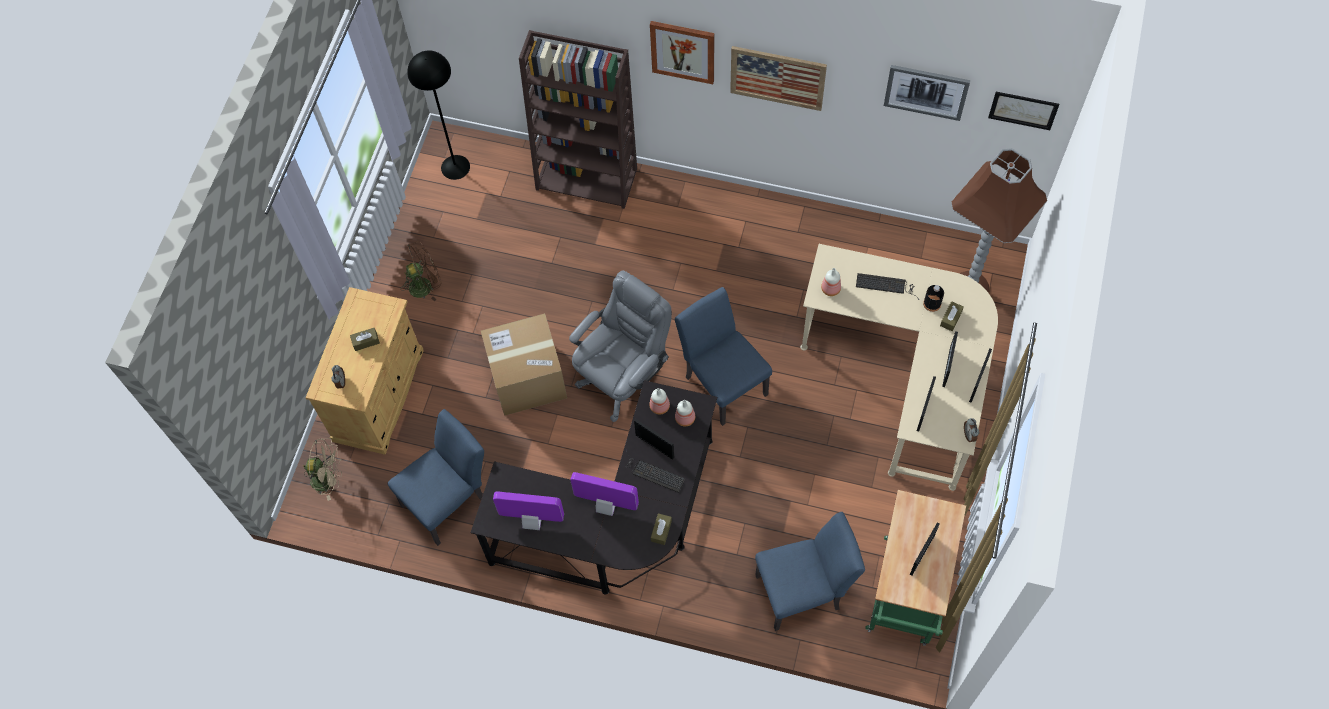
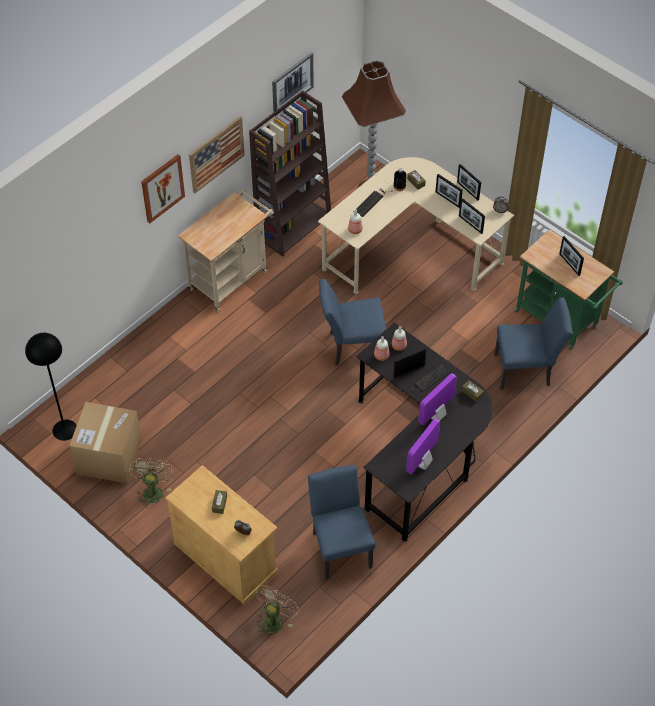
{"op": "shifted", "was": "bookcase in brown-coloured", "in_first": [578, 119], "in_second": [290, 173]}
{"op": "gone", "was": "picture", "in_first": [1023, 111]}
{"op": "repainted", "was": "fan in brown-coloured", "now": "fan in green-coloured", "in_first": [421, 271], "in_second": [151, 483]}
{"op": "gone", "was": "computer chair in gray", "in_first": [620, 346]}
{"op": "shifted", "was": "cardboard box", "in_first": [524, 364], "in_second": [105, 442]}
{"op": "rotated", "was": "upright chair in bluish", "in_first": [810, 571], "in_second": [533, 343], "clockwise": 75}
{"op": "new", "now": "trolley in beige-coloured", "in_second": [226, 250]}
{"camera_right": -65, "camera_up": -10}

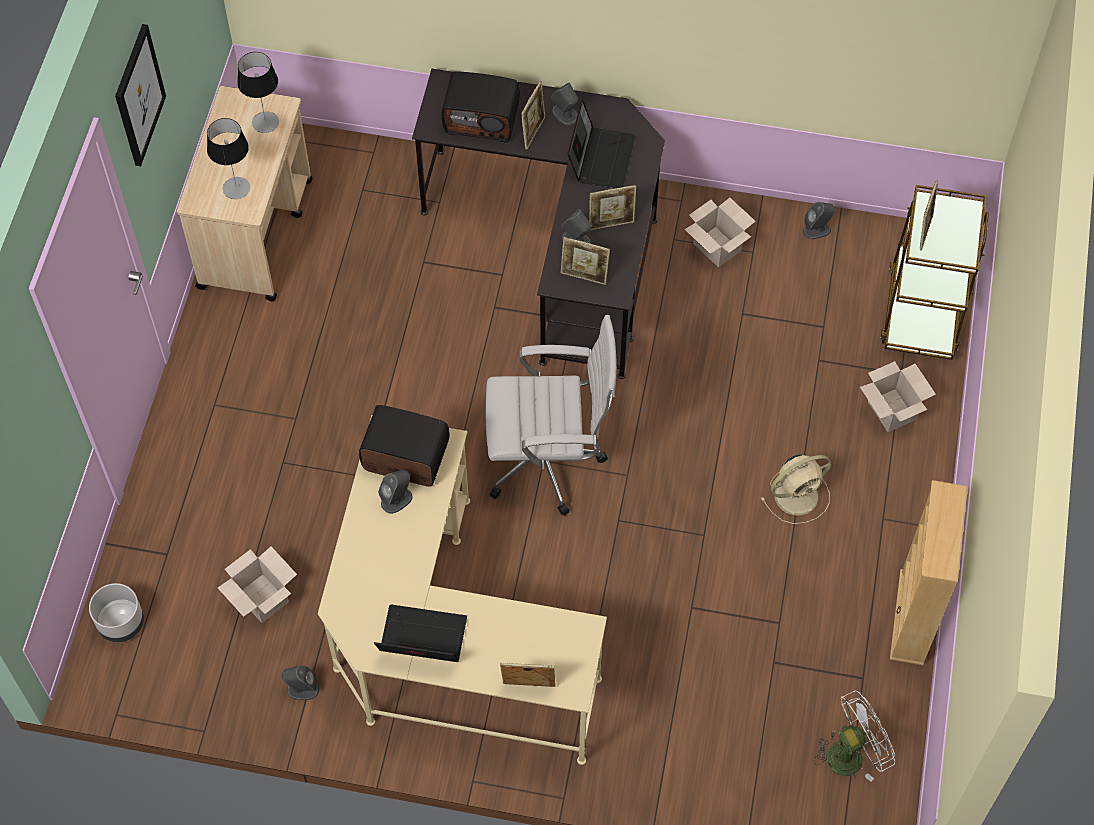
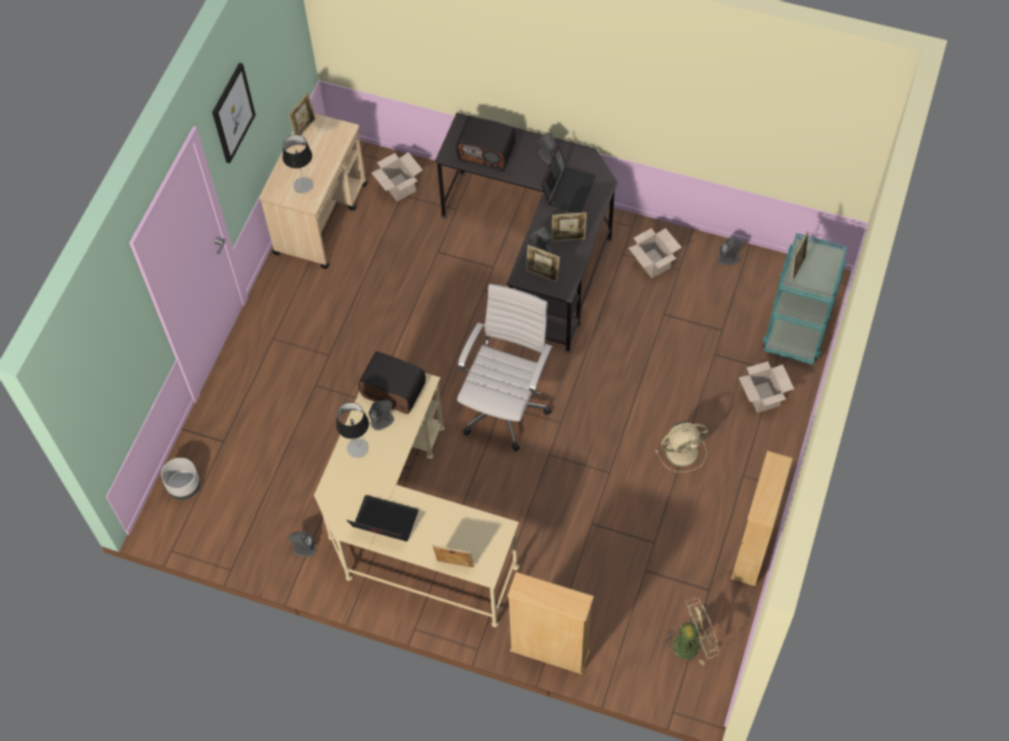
{"op": "shifted", "was": "tabletop lamp", "in_first": [258, 92], "in_second": [352, 430]}
{"op": "shifted", "was": "photo frame", "in_first": [533, 115], "in_second": [301, 113]}
{"op": "repainted", "was": "trolley in brown-coloured", "now": "trolley in turquoise", "in_first": [934, 272], "in_second": [805, 299]}
{"op": "rotated", "was": "computer chair in whitish", "in_first": [551, 415], "in_second": [505, 367], "clockwise": -75}
{"op": "shifted", "was": "cardboard box", "in_first": [257, 585], "in_second": [397, 177]}
{"op": "repainted", "was": "fan in whitish", "now": "fan in green-coloured", "in_first": [854, 736], "in_second": [691, 632]}
{"op": "new", "now": "bookcase in beige-coloured", "in_second": [550, 623]}
{"camera_right": 10, "camera_up": 0}

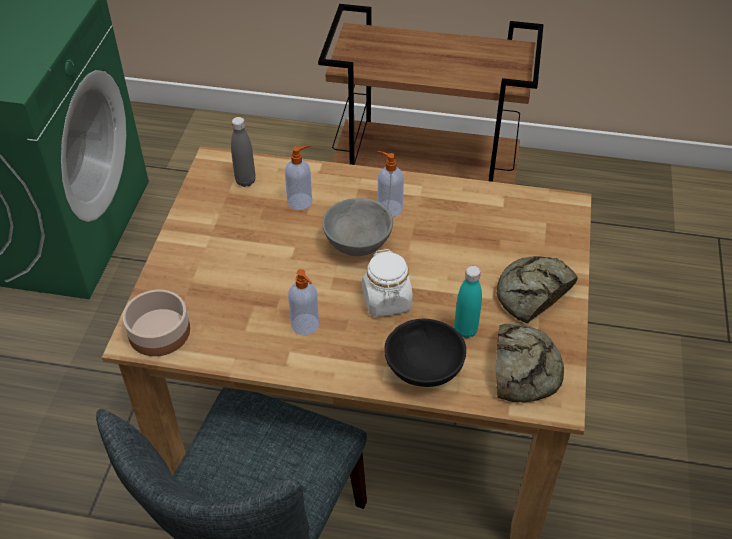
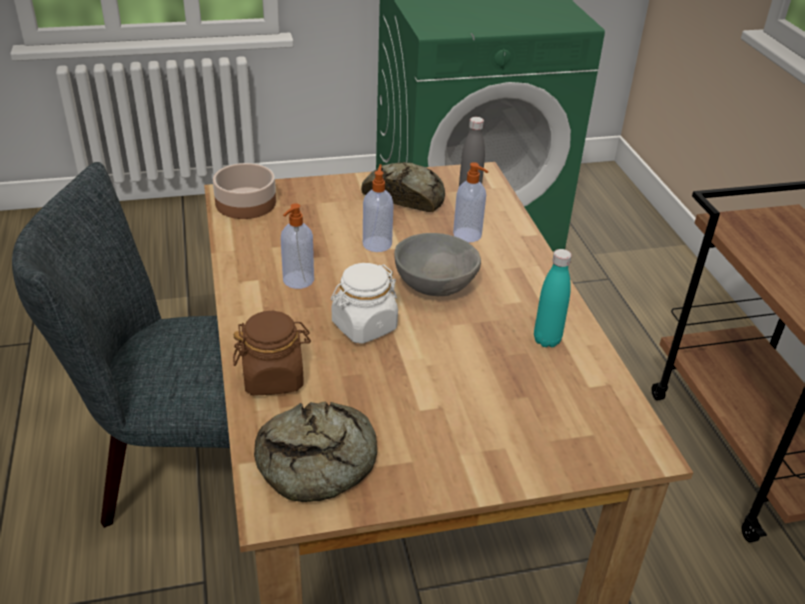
{"op": "shifted", "was": "soap dispenser", "in_first": [390, 184], "in_second": [378, 208]}
{"op": "shifted", "was": "baked bread", "in_first": [537, 289], "in_second": [403, 187]}
{"op": "shifted", "was": "bottle in turquoise", "in_first": [468, 302], "in_second": [553, 298]}
{"op": "swapped", "was": "serving bowl in blackish", "now": "jar in brown-coloured", "in_first": [425, 352], "in_second": [272, 353]}
{"camera_right": 65, "camera_up": -10}

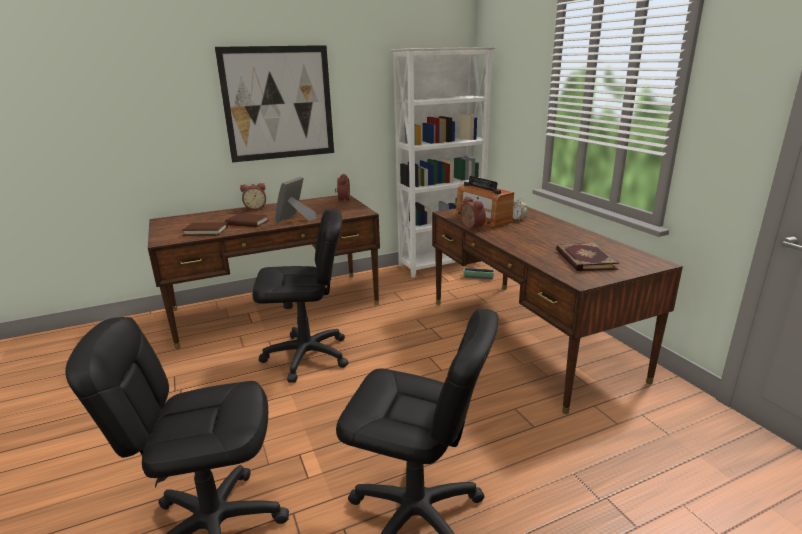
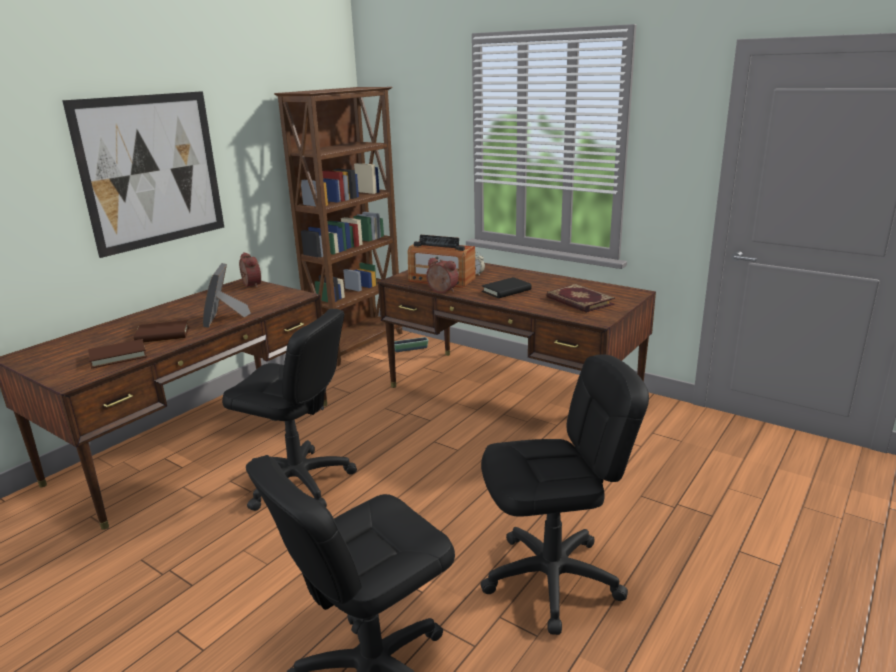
{"op": "repainted", "was": "bookcase in whitish", "now": "bookcase in brown-coloured", "in_first": [443, 162], "in_second": [338, 226]}
{"op": "gone", "was": "bedside clock", "in_first": [253, 196]}
{"op": "rotated", "was": "computer chair in blackish", "in_first": [301, 296], "in_second": [289, 410], "clockwise": 60}
{"op": "new", "now": "volume in blackish", "in_second": [507, 287]}
{"camera_right": -30, "camera_up": 0}

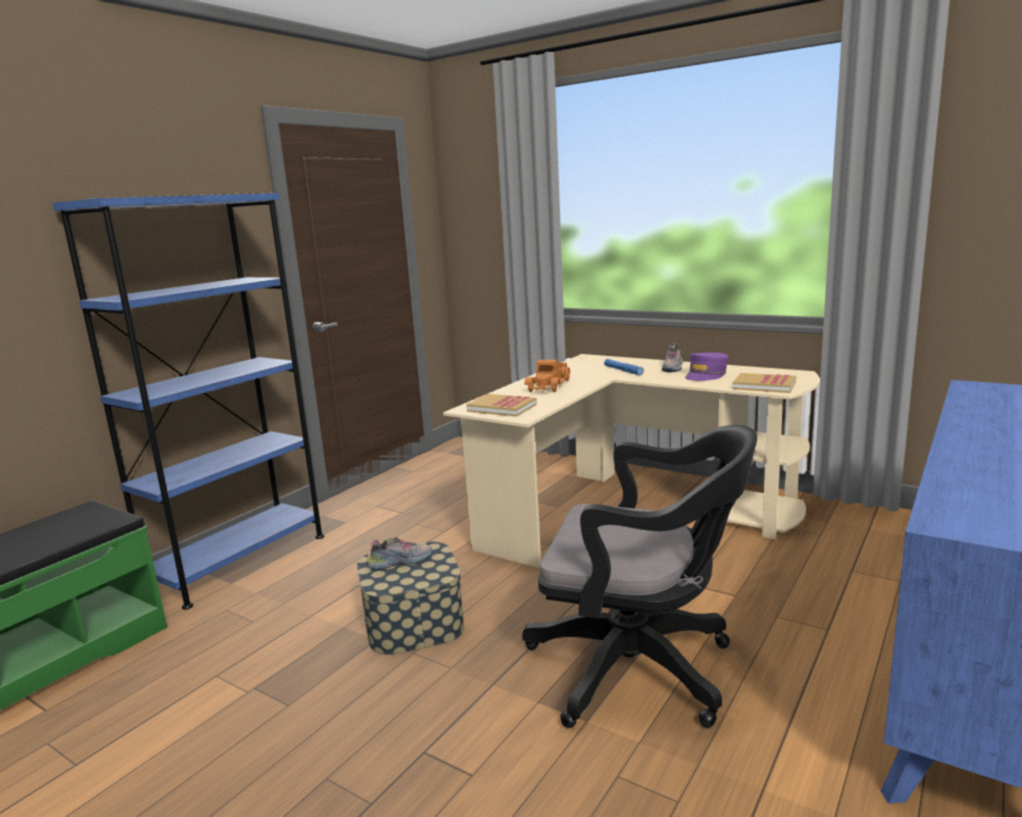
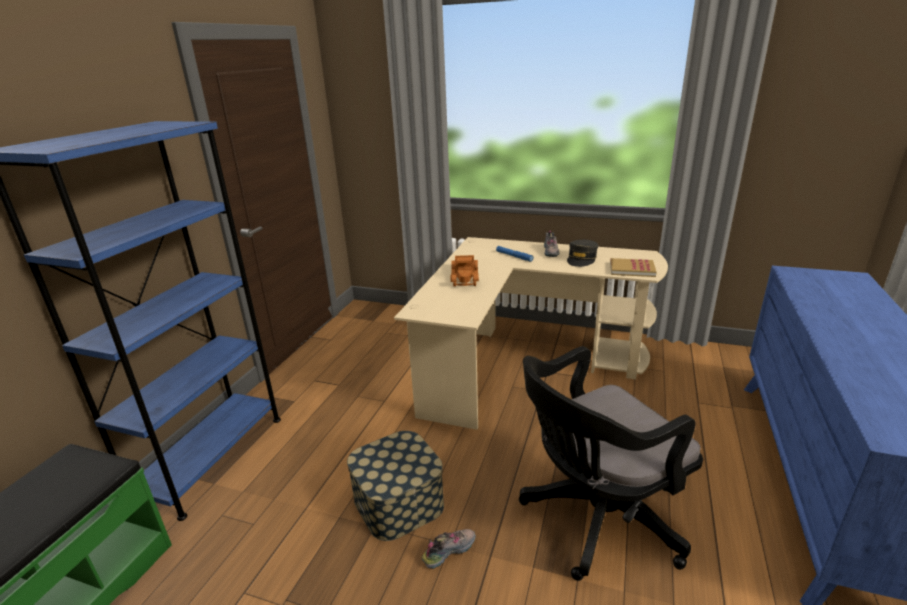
{"op": "repainted", "was": "cap in purple", "now": "cap in gray", "in_first": [706, 366], "in_second": [582, 253]}
{"op": "gone", "was": "volume", "in_first": [501, 405]}
{"op": "rotated", "was": "computer chair in blackish", "in_first": [639, 576], "in_second": [611, 463], "clockwise": 150}
{"op": "shifted", "was": "item of footwear", "in_first": [399, 553], "in_second": [449, 549]}
{"camera_right": -15, "camera_up": 10}

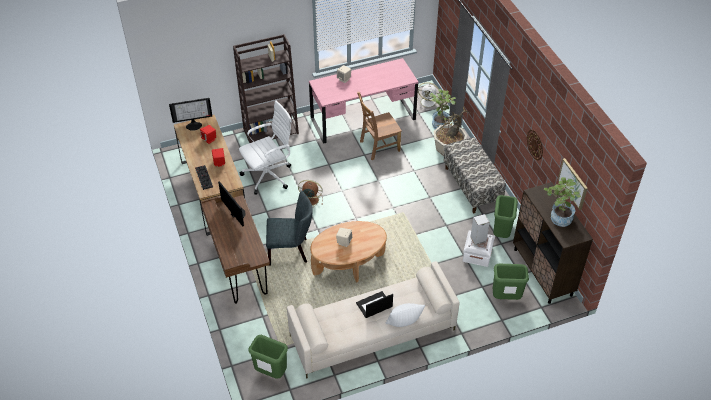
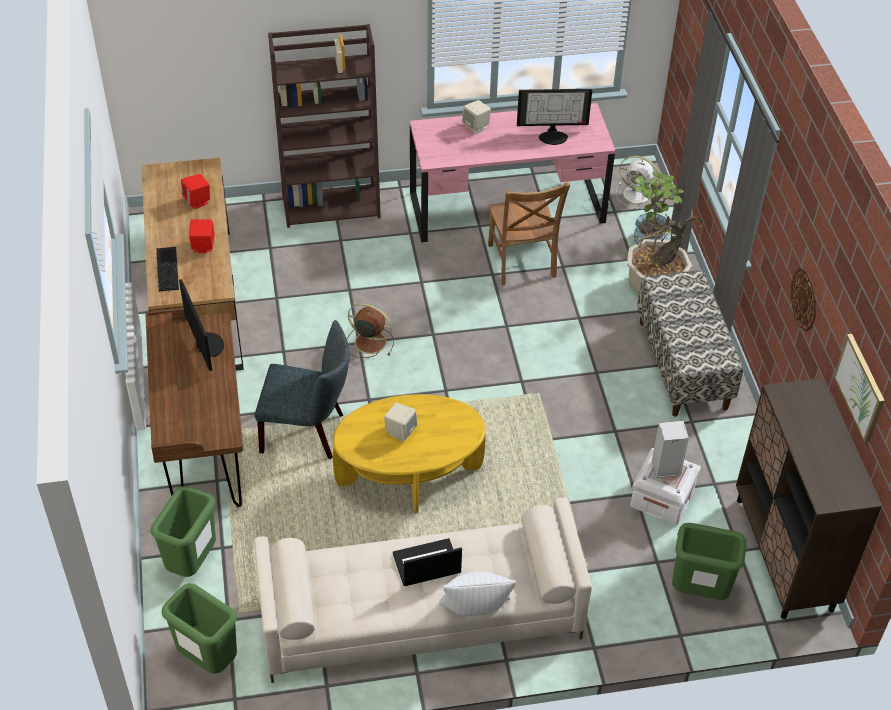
{"op": "rotated", "was": "upright chair in brown-coloured", "in_first": [379, 126], "in_second": [529, 233], "clockwise": -90}
{"op": "shifted", "was": "monitor", "in_first": [190, 114], "in_second": [554, 117]}
{"op": "gone", "was": "computer chair in whitish", "in_first": [265, 147]}
{"op": "gone", "was": "potted plant", "in_first": [562, 202]}
{"op": "shifted", "was": "rubbish bin in green-coloured", "in_first": [505, 216], "in_second": [183, 531]}
{"op": "repainted", "was": "coffee table in brown-coloured", "now": "coffee table in yellowish", "in_first": [348, 252], "in_second": [409, 453]}
{"camera_right": 10, "camera_up": 0}

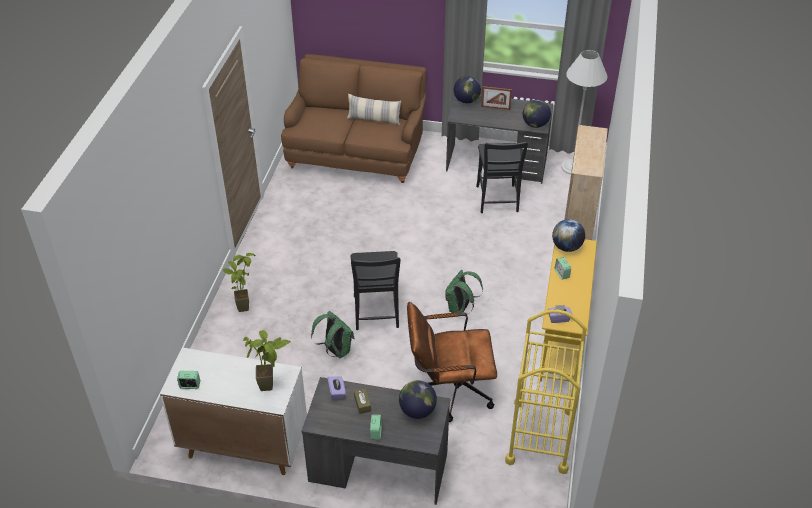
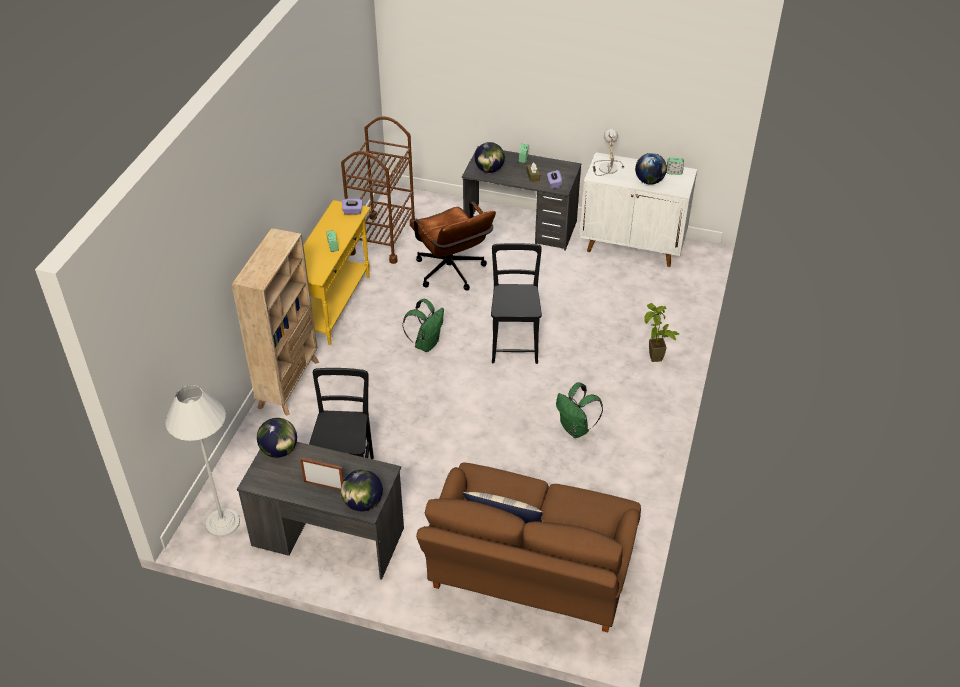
{"op": "shifted", "was": "desk globe", "in_first": [568, 235], "in_second": [651, 169]}
{"op": "rotated", "was": "computer chair in brown-coloured", "in_first": [452, 362], "in_second": [453, 246], "clockwise": 60}
{"op": "repainted", "was": "trolley in yellowish", "now": "trolley in brown-coloured", "in_first": [546, 391], "in_second": [379, 190]}
{"op": "shifted", "was": "knapsack in green-coloured", "in_first": [333, 334], "in_second": [579, 410]}
{"op": "swapped", "was": "potted plant", "now": "tabletop lamp", "in_first": [267, 360], "in_second": [608, 152]}
{"camera_right": -175, "camera_up": 0}

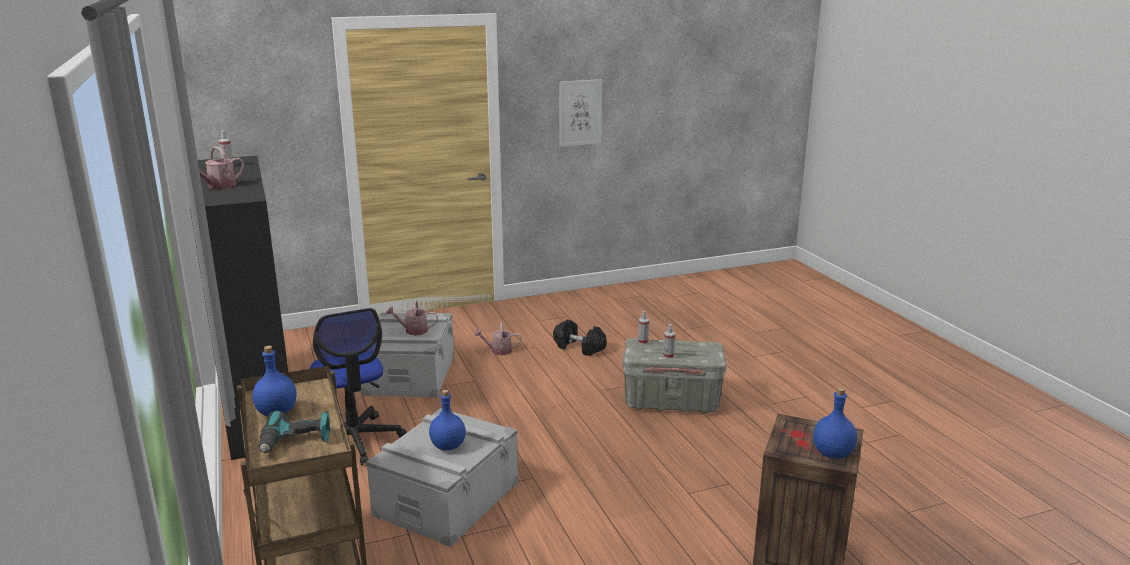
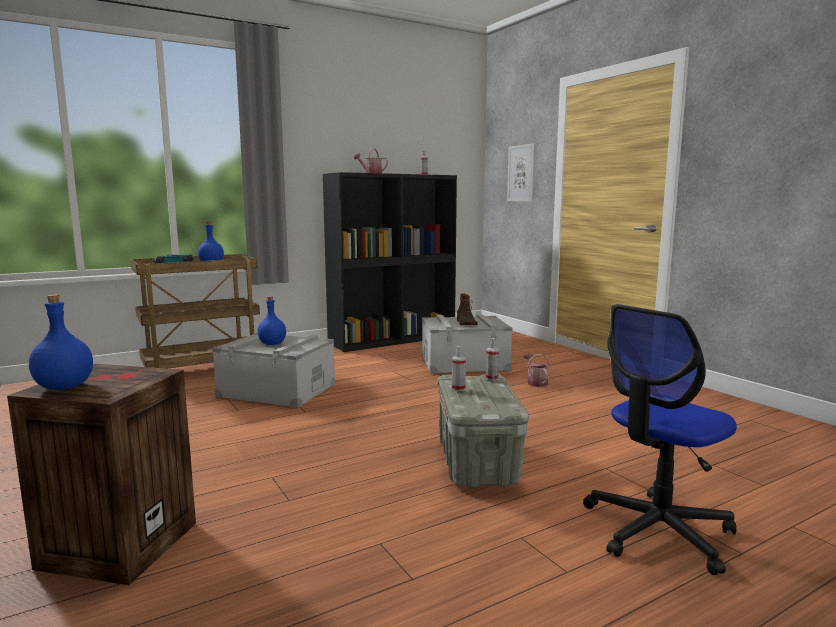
{"op": "shifted", "was": "picture", "in_first": [580, 113], "in_second": [521, 173]}
{"op": "swapped", "was": "sprinkling can", "now": "boot", "in_first": [412, 318], "in_second": [467, 309]}
{"op": "shifted", "was": "computer chair", "in_first": [358, 387], "in_second": [660, 439]}
{"op": "gone", "was": "free weight in blackish", "in_first": [580, 337]}
{"camera_right": 80, "camera_up": -10}

